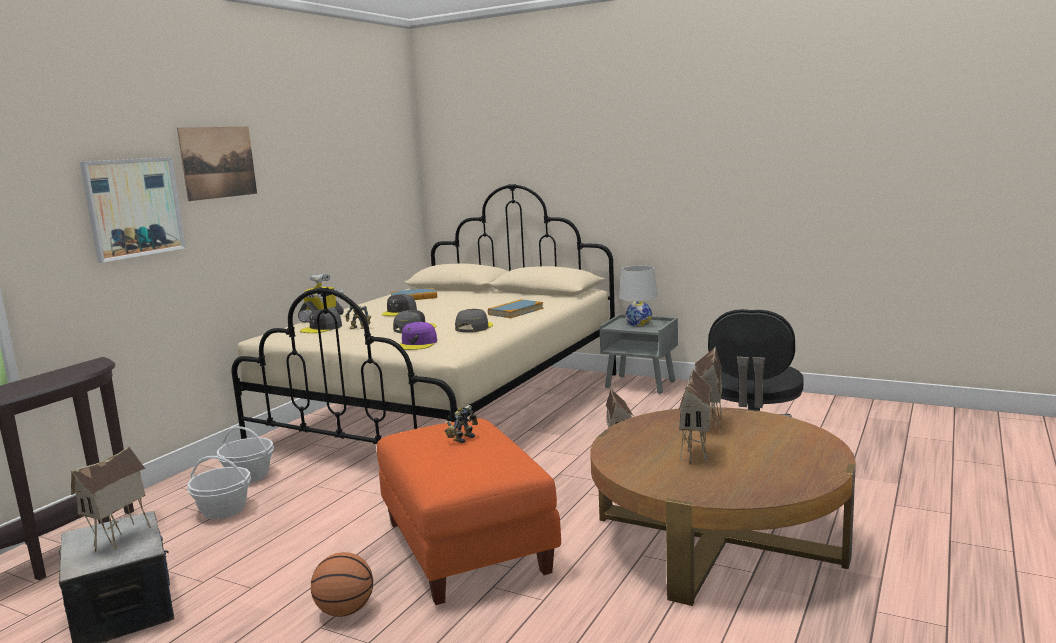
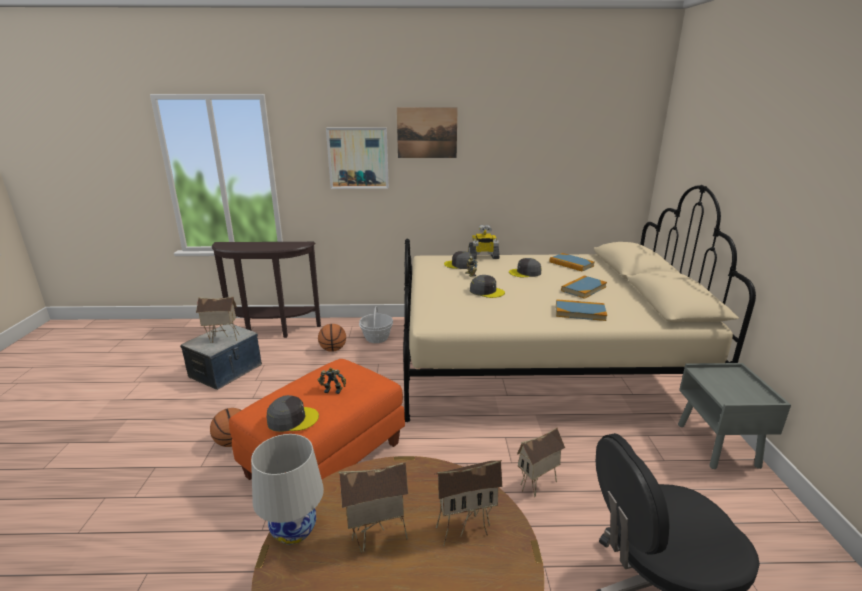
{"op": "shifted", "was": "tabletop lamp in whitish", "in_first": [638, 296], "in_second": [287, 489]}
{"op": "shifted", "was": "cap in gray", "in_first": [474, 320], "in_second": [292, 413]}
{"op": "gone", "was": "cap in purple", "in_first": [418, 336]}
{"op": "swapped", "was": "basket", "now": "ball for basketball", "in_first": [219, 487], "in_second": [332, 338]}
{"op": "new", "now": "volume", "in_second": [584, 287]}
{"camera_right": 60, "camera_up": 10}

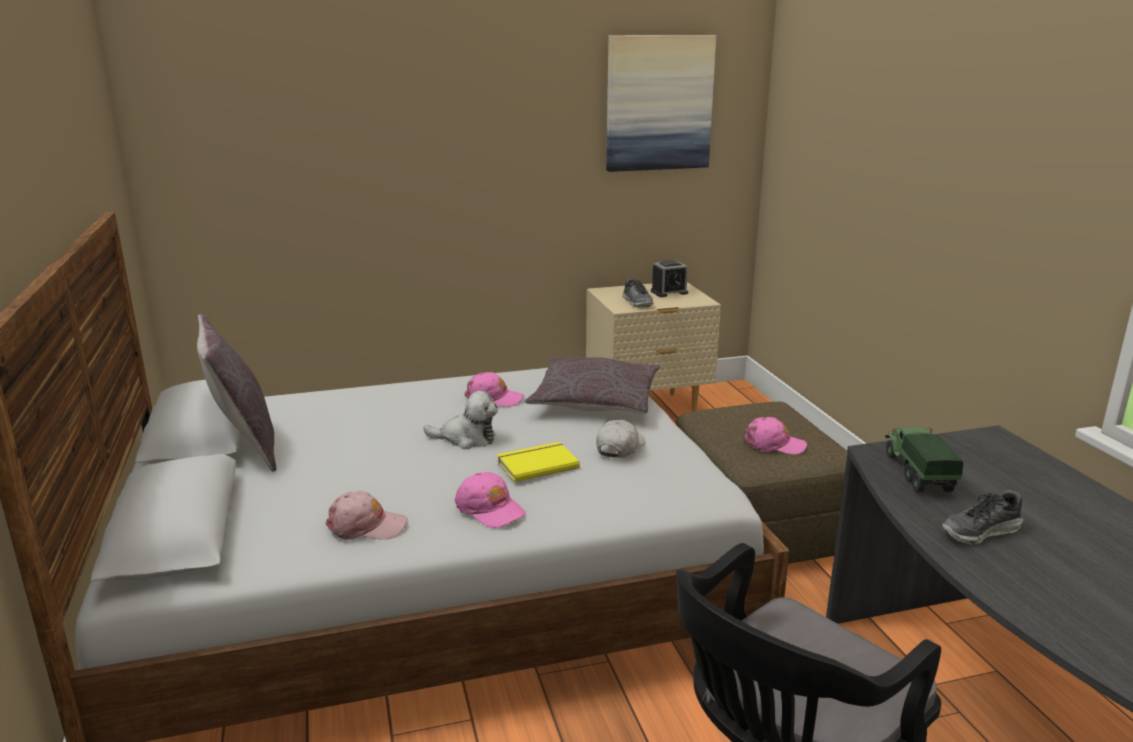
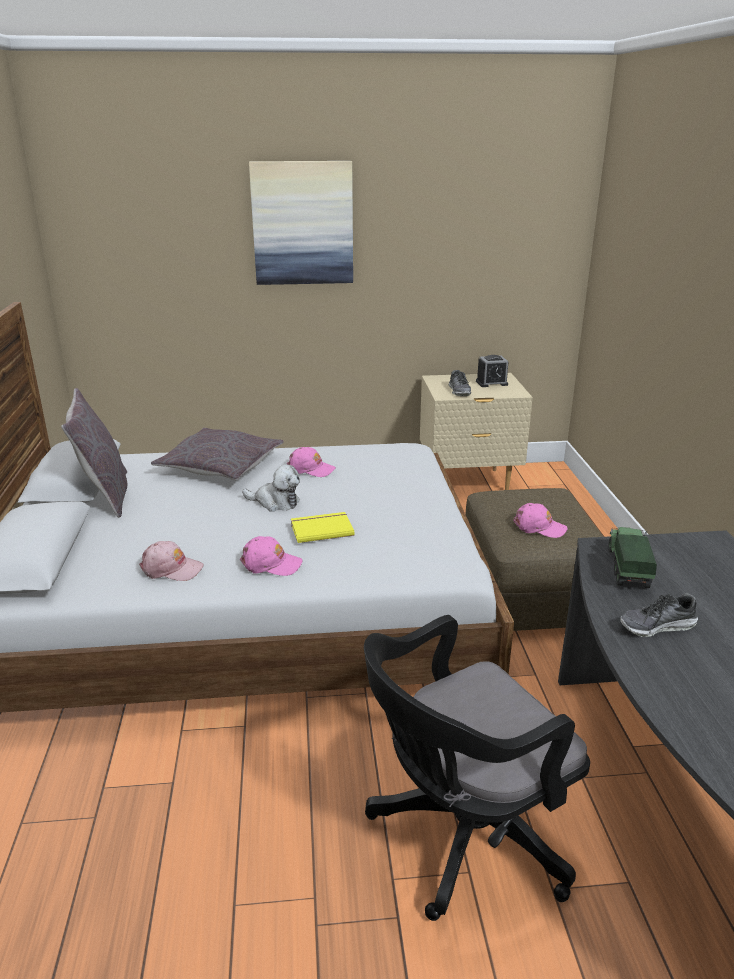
{"op": "shifted", "was": "picture", "in_first": [661, 103], "in_second": [301, 223]}
{"op": "shifted", "was": "pillow in gray", "in_first": [592, 385], "in_second": [217, 454]}
{"op": "gone", "was": "cap in whitish", "in_first": [621, 439]}
{"op": "rotated", "was": "cap in pink-coloured", "in_first": [490, 500], "in_second": [271, 556], "clockwise": -45}
{"camera_right": 10, "camera_up": 5}

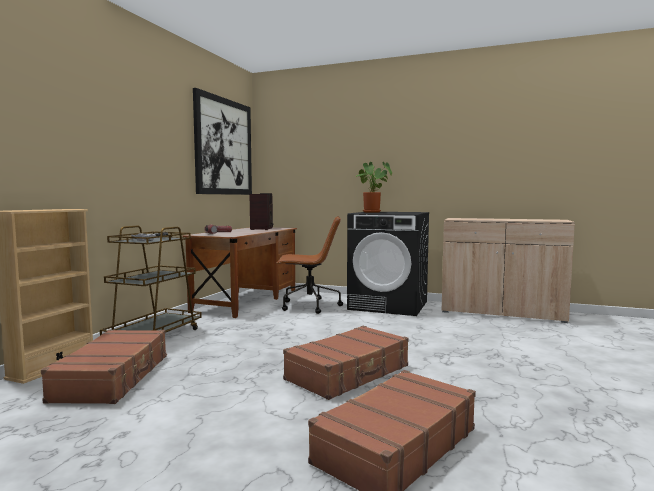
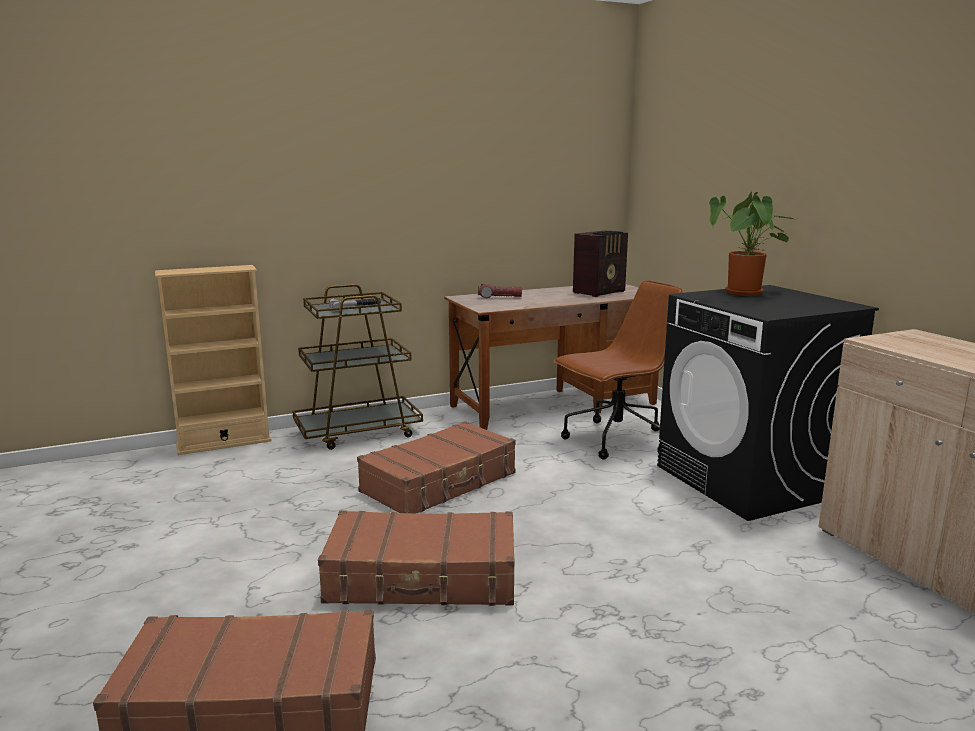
{"op": "gone", "was": "picture", "in_first": [222, 141]}
{"op": "rotated", "was": "computer chair in brown-coloured", "in_first": [309, 265], "in_second": [618, 370], "clockwise": -75}
{"op": "shifted", "was": "suitcase in brown-coloured", "in_first": [104, 367], "in_second": [436, 467]}
{"camera_right": 45, "camera_up": 10}

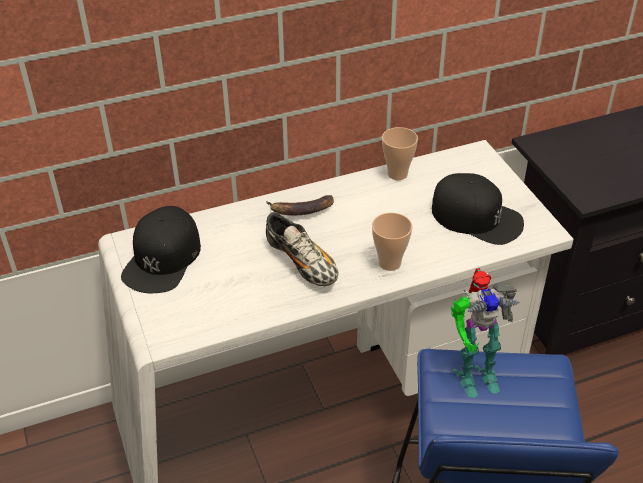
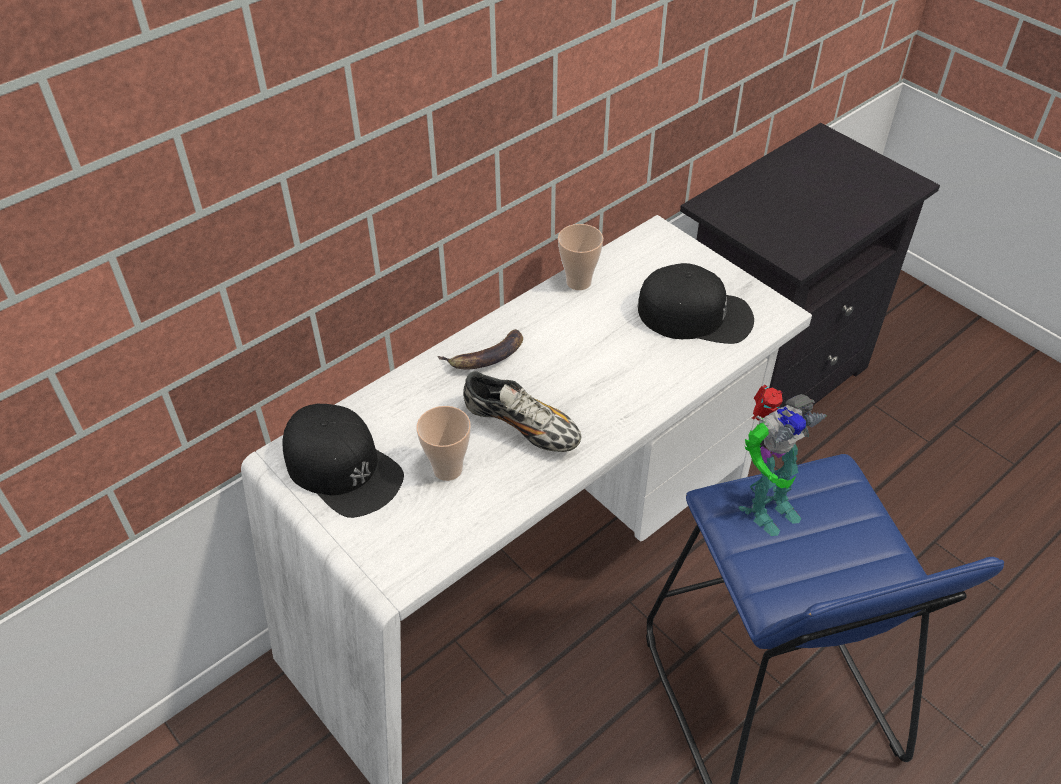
{"op": "rotated", "was": "cap in blackish", "in_first": [161, 249], "in_second": [343, 461], "clockwise": -45}
{"op": "shifted", "was": "drinking cup", "in_first": [392, 242], "in_second": [443, 443]}
{"camera_right": -20, "camera_up": 5}

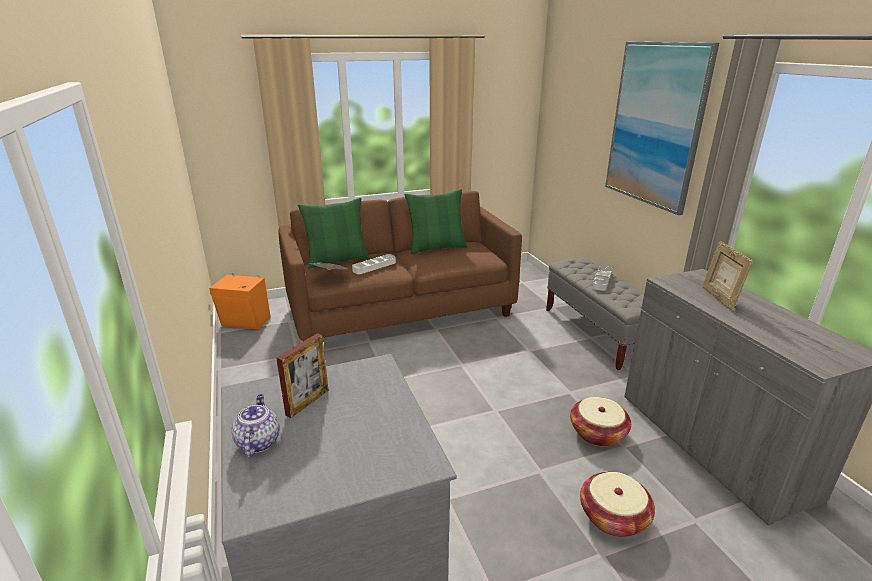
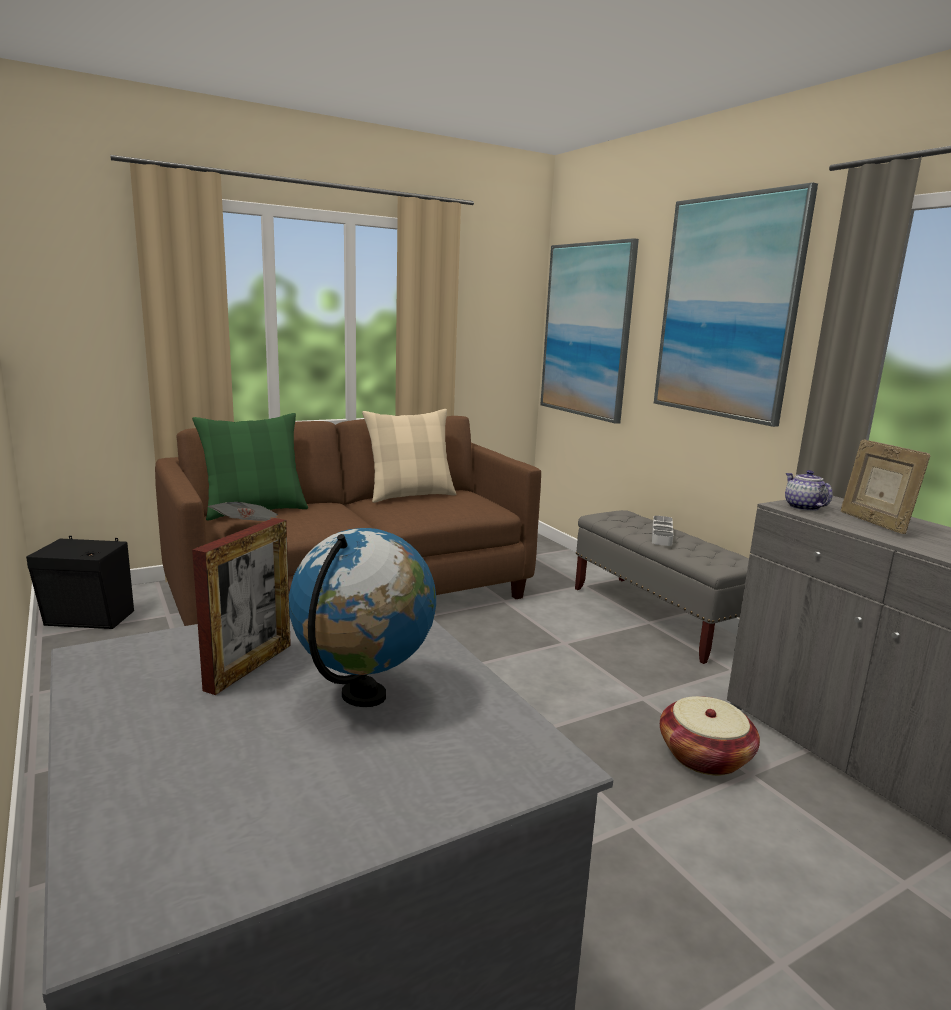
{"op": "repainted", "was": "pillow in green-coloured", "now": "pillow in beige-coloured", "in_first": [436, 221], "in_second": [409, 456]}
{"op": "gone", "was": "serving tray in whitish", "in_first": [374, 264]}
{"op": "repainted", "was": "audio speaker in orangey", "now": "audio speaker in blackish", "in_first": [240, 301], "in_second": [80, 582]}
{"op": "shifted", "was": "teapot", "in_first": [255, 425], "in_second": [809, 490]}
{"op": "gone", "was": "basket", "in_first": [617, 504]}
{"op": "new", "now": "picture", "in_second": [589, 331]}
{"op": "new", "now": "desk globe", "in_second": [362, 617]}
{"camera_right": -10, "camera_up": -10}

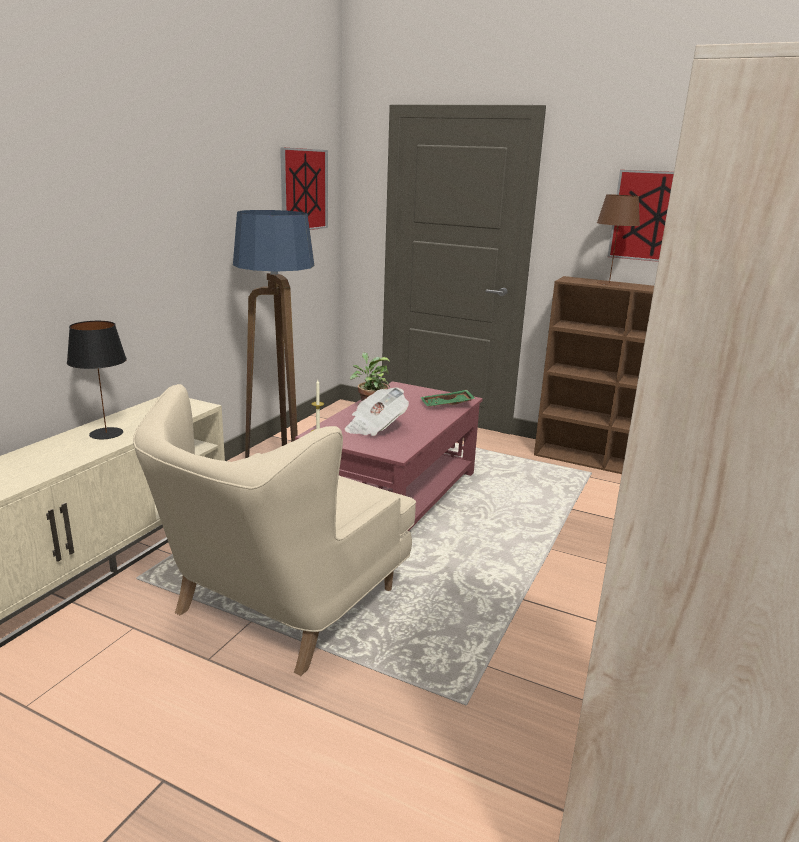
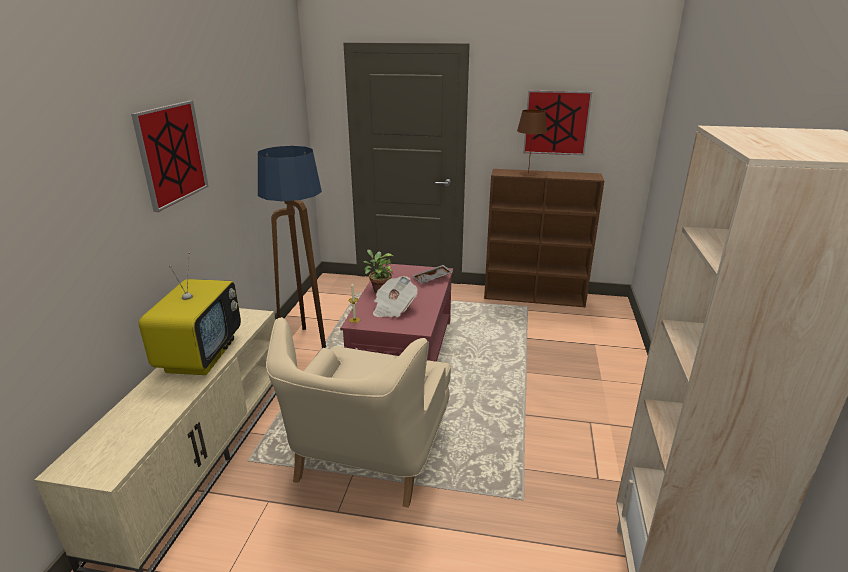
{"op": "shifted", "was": "picture", "in_first": [304, 188], "in_second": [170, 156]}
{"op": "swapped", "was": "tabletop lamp in blackish", "now": "television", "in_first": [97, 380], "in_second": [189, 313]}
{"op": "repainted", "was": "serving tray in green-coloured", "now": "serving tray in gray", "in_first": [448, 398], "in_second": [432, 274]}
{"camera_right": -15, "camera_up": 5}

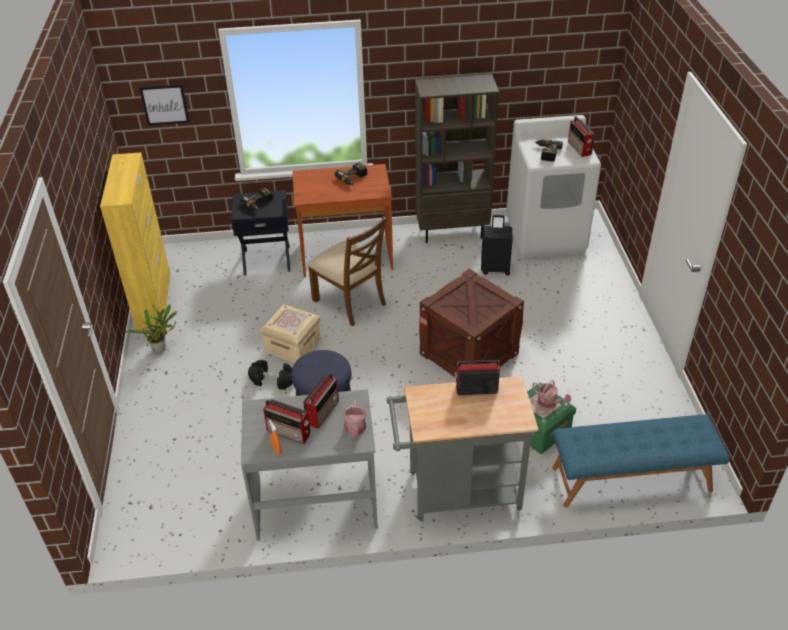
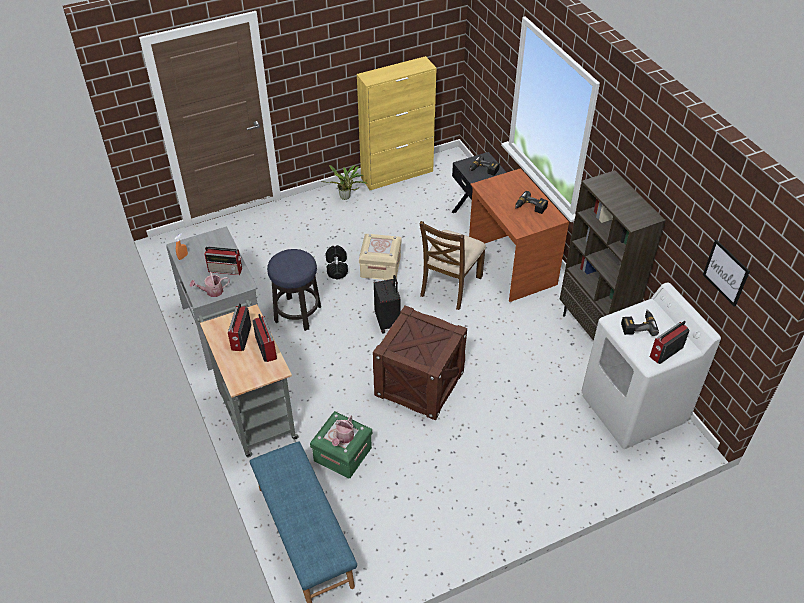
{"op": "shifted", "was": "picture", "in_first": [164, 105], "in_second": [726, 273]}
{"op": "shifted", "was": "suitcase in blackish", "in_first": [497, 245], "in_second": [387, 304]}
{"op": "shifted", "was": "radio set", "in_first": [286, 421], "in_second": [239, 327]}
{"camera_right": 70, "camera_up": 5}

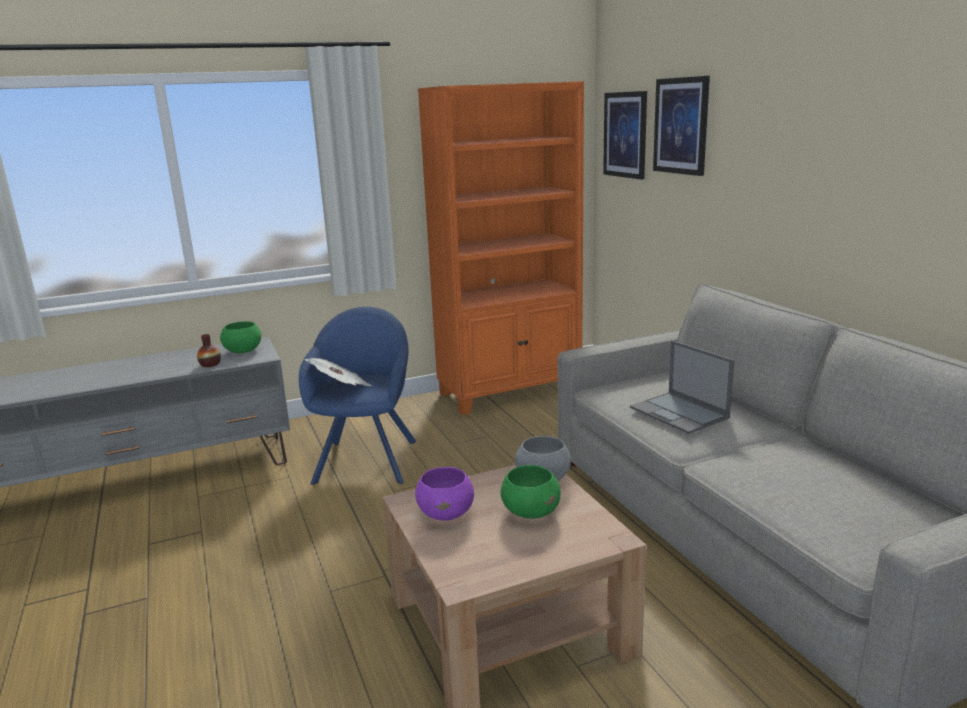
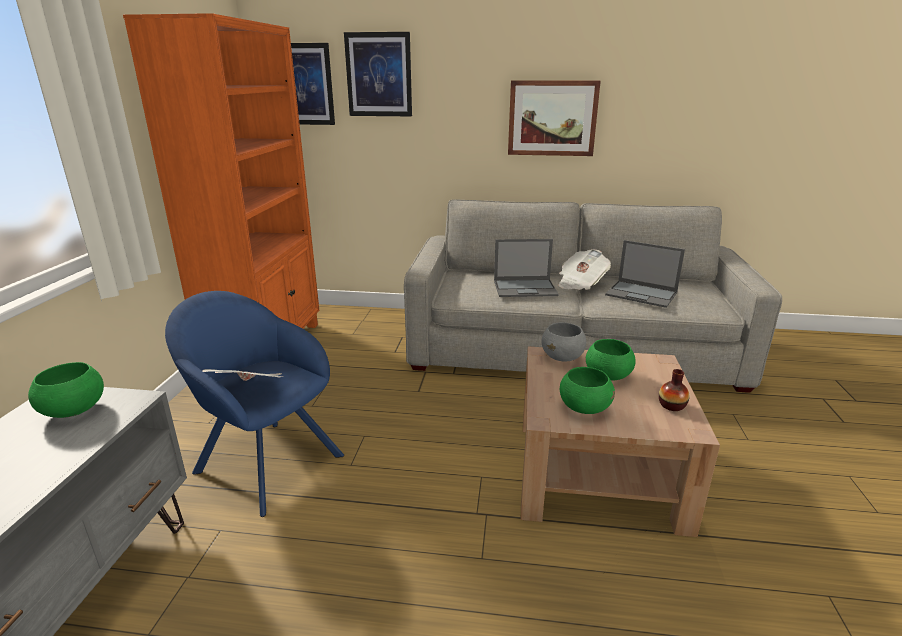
{"op": "shifted", "was": "flower vase", "in_first": [209, 350], "in_second": [674, 390]}
{"op": "repainted", "was": "serving bowl in purple", "now": "serving bowl in green-coloured", "in_first": [444, 494], "in_second": [587, 390]}
{"op": "new", "now": "picture", "in_second": [554, 118]}
{"op": "new", "now": "portable computer", "in_second": [645, 274]}
{"op": "new", "now": "newspaper", "in_second": [585, 269]}
{"camera_right": -60, "camera_up": 5}

